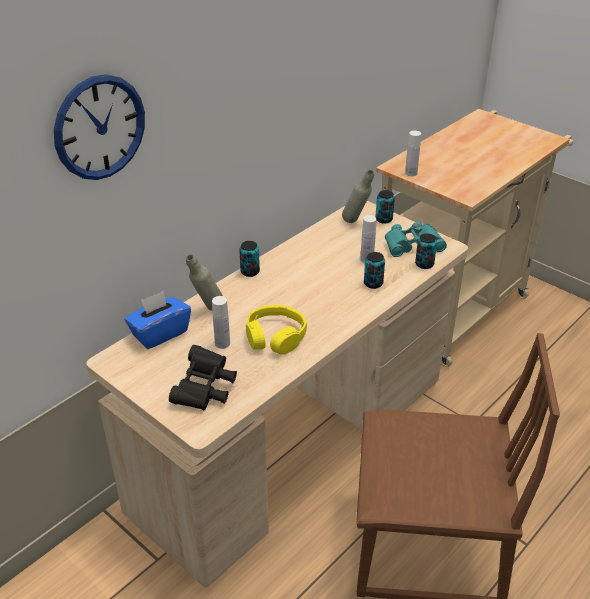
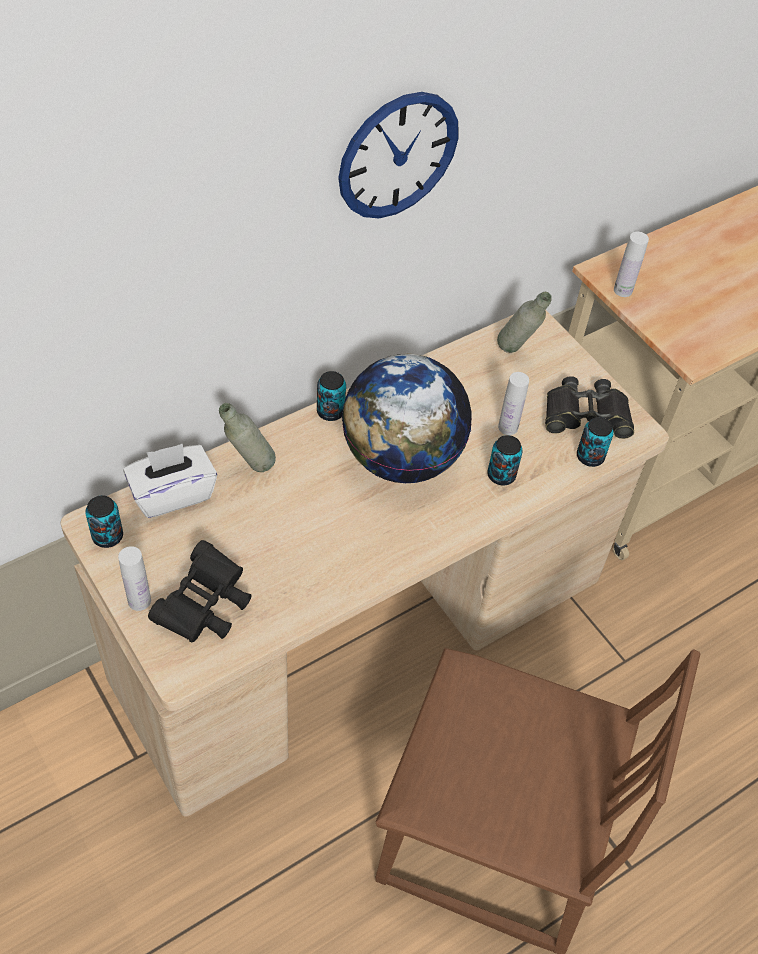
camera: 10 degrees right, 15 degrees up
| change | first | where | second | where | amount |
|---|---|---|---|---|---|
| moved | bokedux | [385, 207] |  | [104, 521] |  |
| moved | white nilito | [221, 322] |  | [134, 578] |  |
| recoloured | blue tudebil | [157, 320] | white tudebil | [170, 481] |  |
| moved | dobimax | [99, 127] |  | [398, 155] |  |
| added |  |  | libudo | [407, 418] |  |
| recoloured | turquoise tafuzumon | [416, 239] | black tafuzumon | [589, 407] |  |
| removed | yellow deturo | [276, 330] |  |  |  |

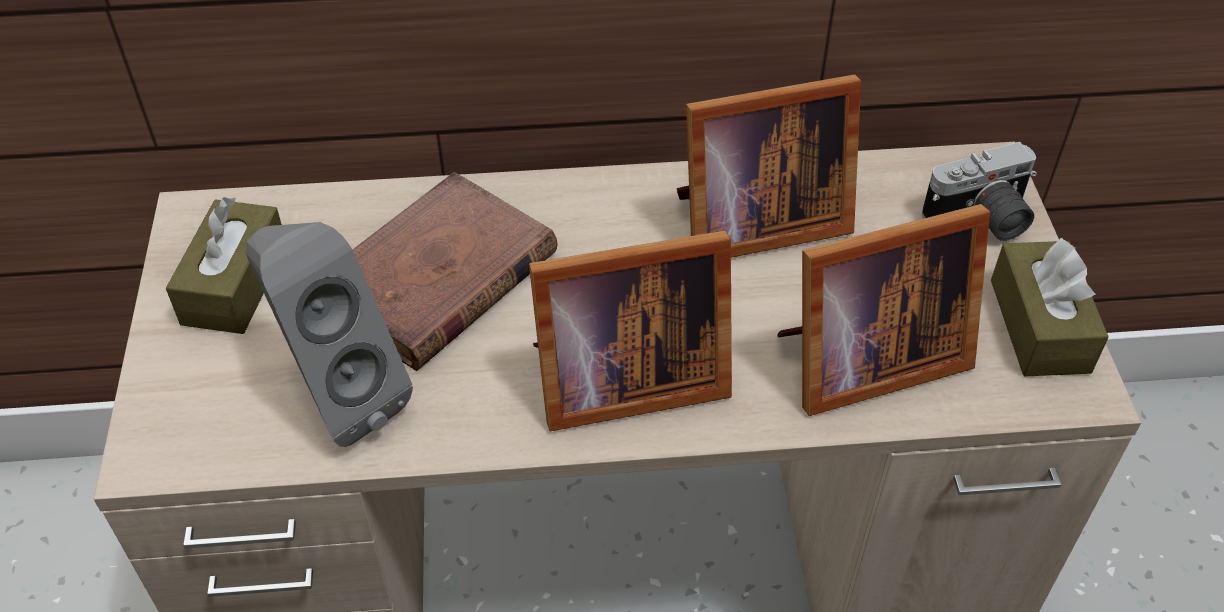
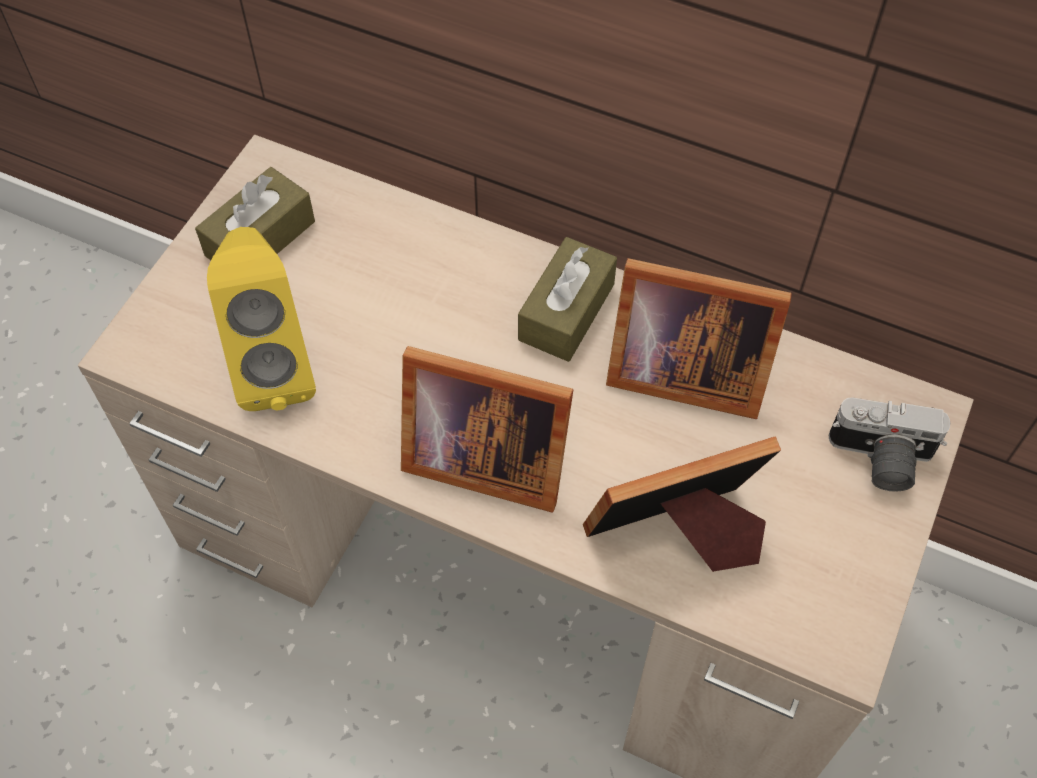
camera: 30 degrees right, 10 degrees up
| change | first | where | second | where | amount |
|---|---|---|---|---|---|
| recoloured | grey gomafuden | [329, 334] | yellow gomafuden | [261, 319] |  |
| moved | brown tudebil | [1050, 307] |  | [567, 299] |  |
| turned | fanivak | [883, 310] |  | [682, 504] | 150 degrees clockwise |
| removed | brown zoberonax | [455, 271] |  |  |  |

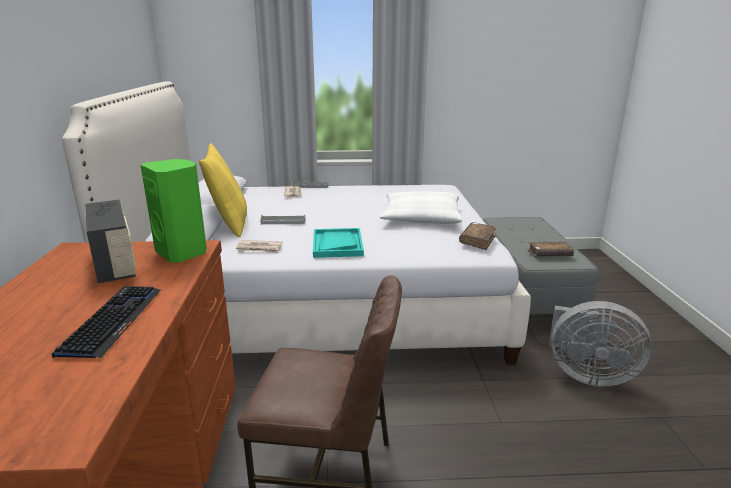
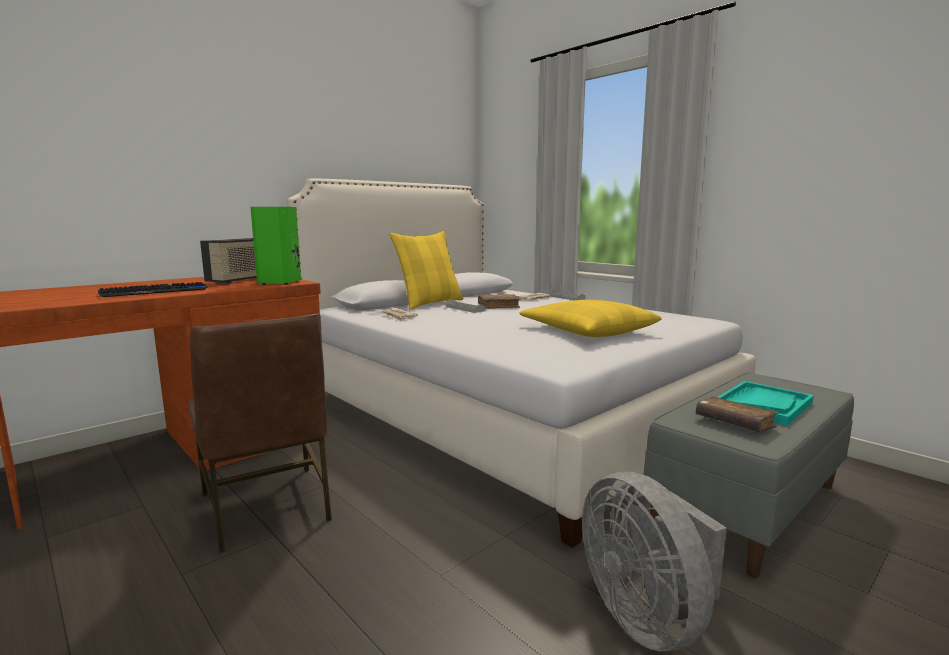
camera: 50 degrees right, 10 degrees down
| change | first | where | second | where | amount |
|---|---|---|---|---|---|
| moved | brown zoberonax | [478, 236] |  | [499, 301] |  |
| recoloured | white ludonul | [421, 207] | yellow ludonul | [590, 318] |  |
| moved | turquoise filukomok | [338, 243] |  | [766, 403] |  |

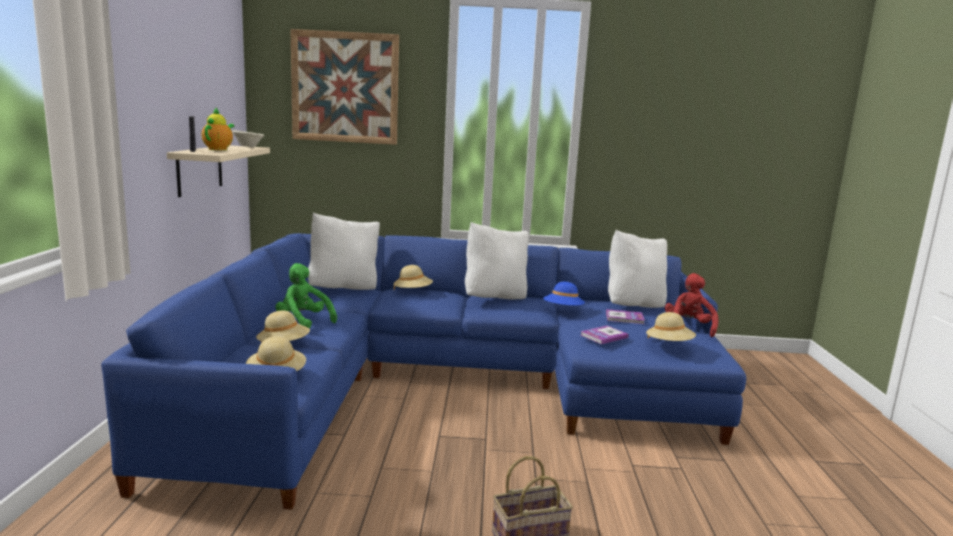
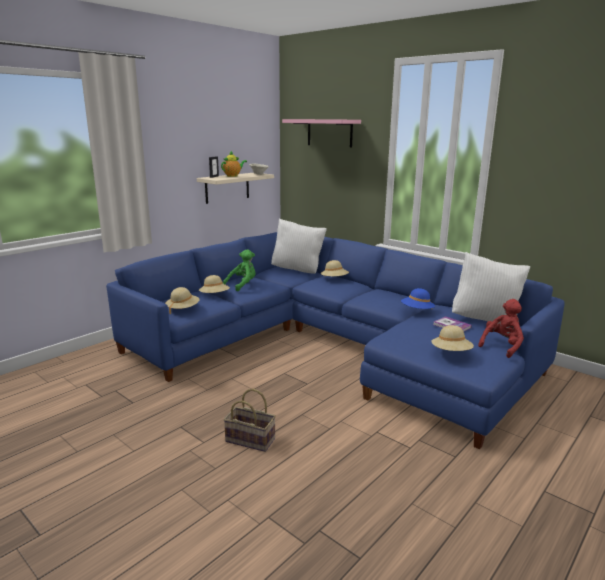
camera: 40 degrees right, 5 degrees up
| change | first | where | second | where | amount |
|---|---|---|---|---|---|
| turned | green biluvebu | [306, 296] |  | [239, 270] | 60 degrees clockwise |
| replaced | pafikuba | [344, 87] | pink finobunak | [321, 133] |  |
| removed | white ludonul | [497, 260] |  |  |  |
| removed | zoberonax | [605, 335] |  |  |  |

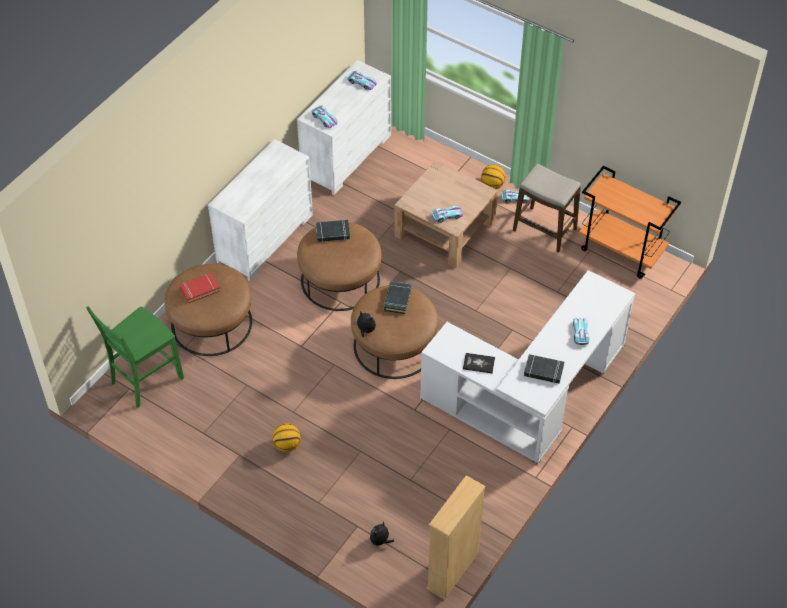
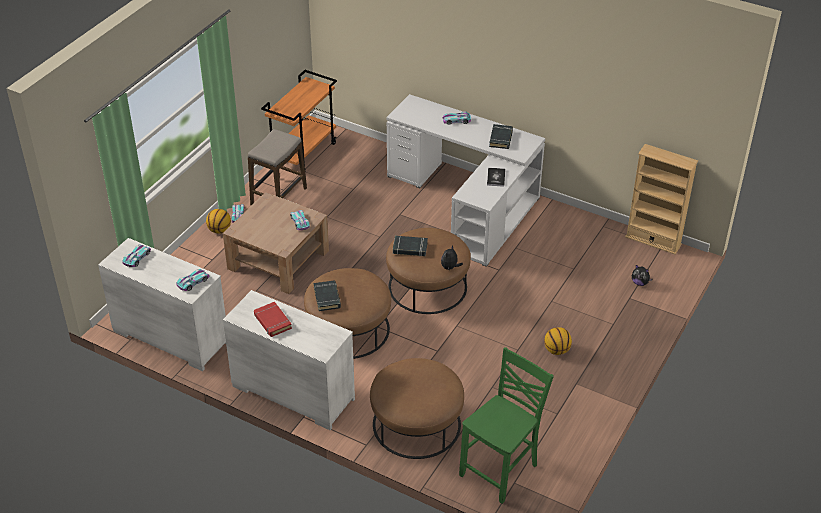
camera: 95 degrees left, 10 degrees down
| change | first | where | second | where | amount |
|---|---|---|---|---|---|
| moved | red zoberonax | [200, 288] |  | [273, 319] |  |
| turned | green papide | [135, 357] |  | [506, 425] | 90 degrees counterclockwise |

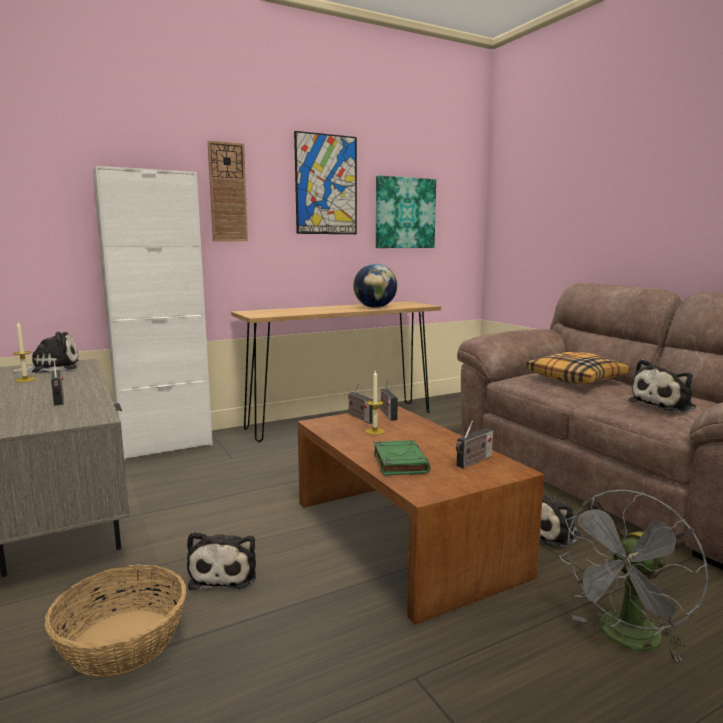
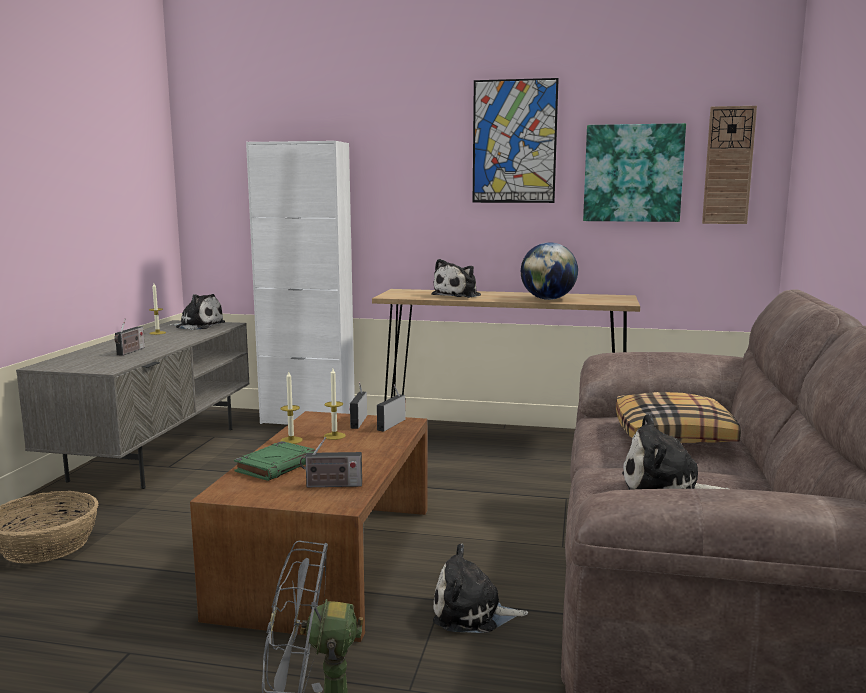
camera: 40 degrees right, 0 degrees up
| change | first | where | second | where | amount |
|---|---|---|---|---|---|
| added |  |  | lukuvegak | [291, 408] |  |
| moved | biluvebu | [221, 561] |  | [456, 278] |  |
| moved | dobimax | [228, 191] |  | [729, 165] |  |

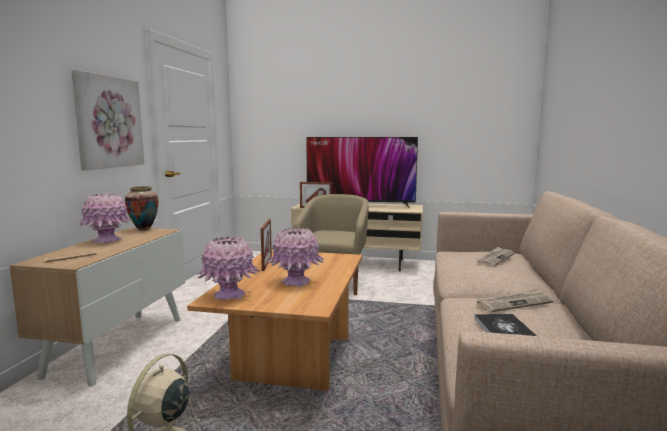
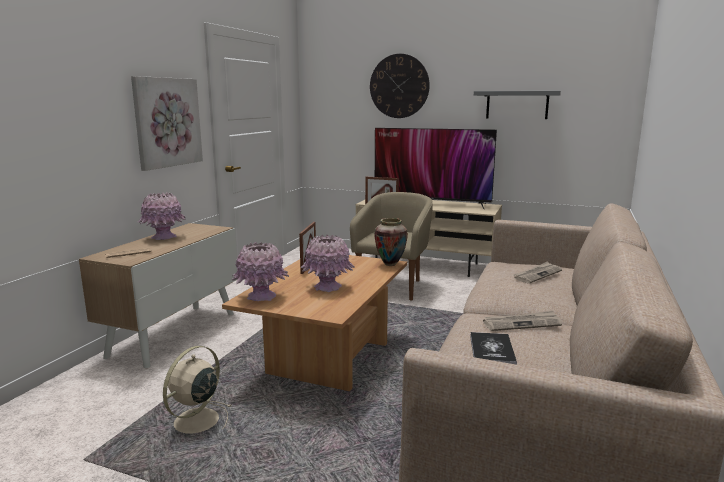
camera: 10 degrees right, 5 degrees up
| change | first | where | second | where | amount |
|---|---|---|---|---|---|
| added |  |  | dobimax | [400, 86] |  |
| moved | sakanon | [141, 208] |  | [391, 242] |  |
| added |  |  | grey finobunak | [517, 105] |  |

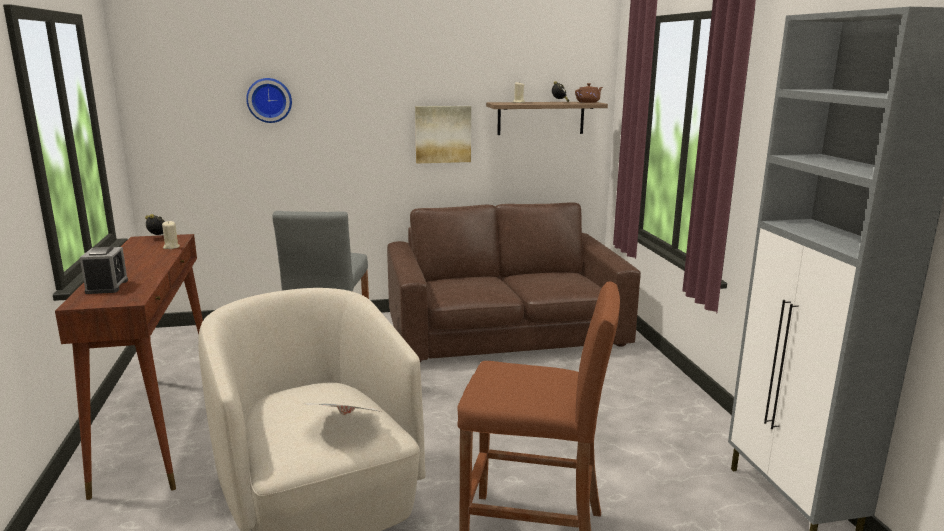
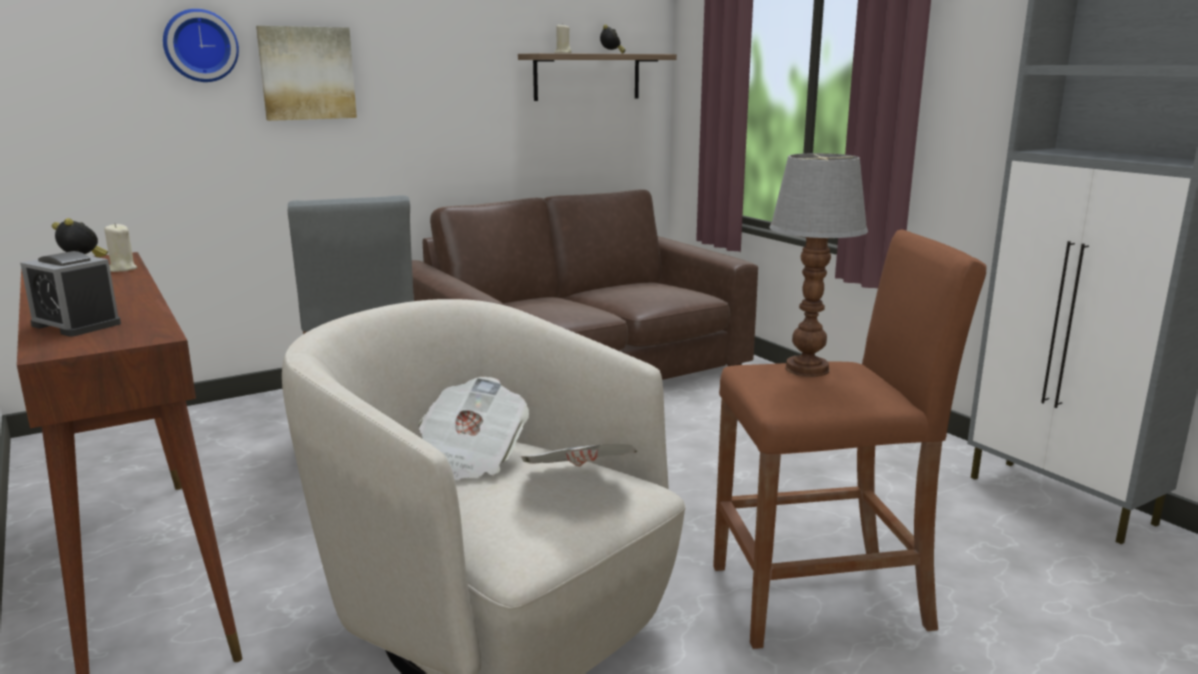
camera: 20 degrees left, 0 degrees up
| change | first | where | second | where | amount |
|---|---|---|---|---|---|
| turned | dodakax | [104, 270] |  | [70, 294] | 150 degrees clockwise |
| moved | pafikuba | [443, 134] |  | [306, 73] |  |
| added |  |  | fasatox | [473, 428] |  |
| added |  |  | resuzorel | [819, 265] |  |
| removed | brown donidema | [589, 93] |  |  |  |

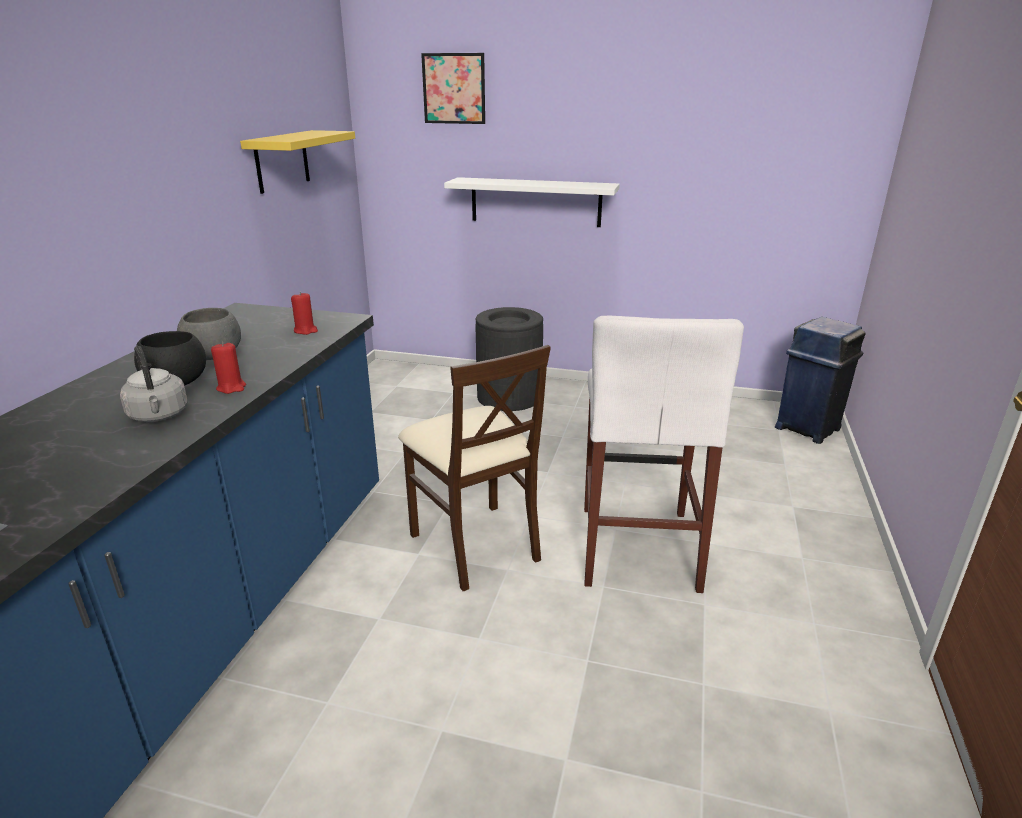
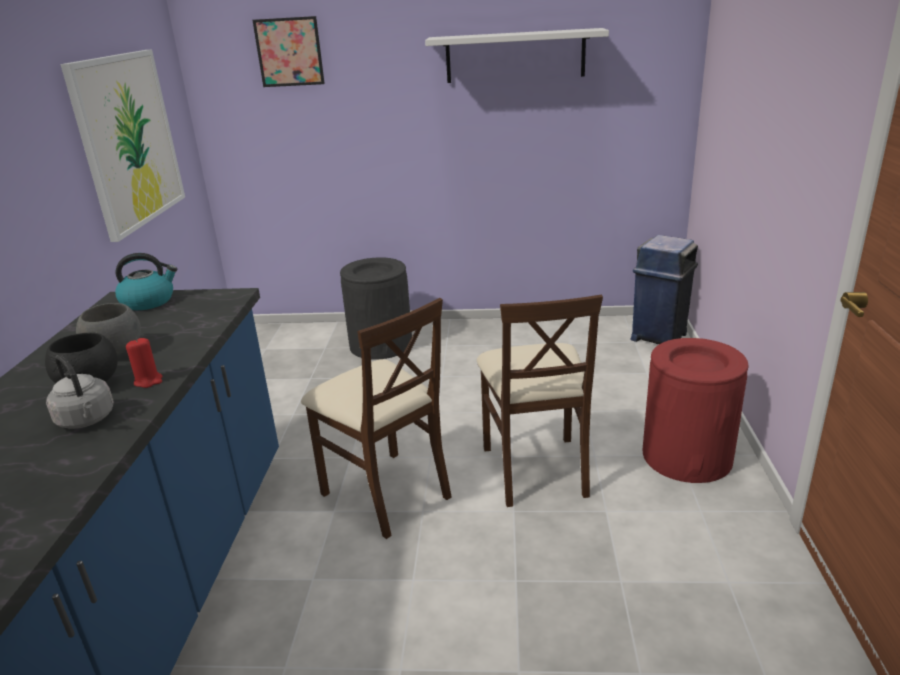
camera: 10 degrees left, 0 degrees up
| change | first | where | second | where | amount |
|---|---|---|---|---|---|
| replaced | yellow finobunak | [297, 162] | pafikuba | [122, 146] |  |
| added |  |  | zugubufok | [146, 281] |  |
| moved | white finobunak | [532, 202] |  | [517, 55] |  |
| replaced | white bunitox | [664, 454] | beige papide | [540, 401] |  |
| added |  |  | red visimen | [696, 410] |  |
| removed | red lukuvegak | [304, 313] |  |  |  |

